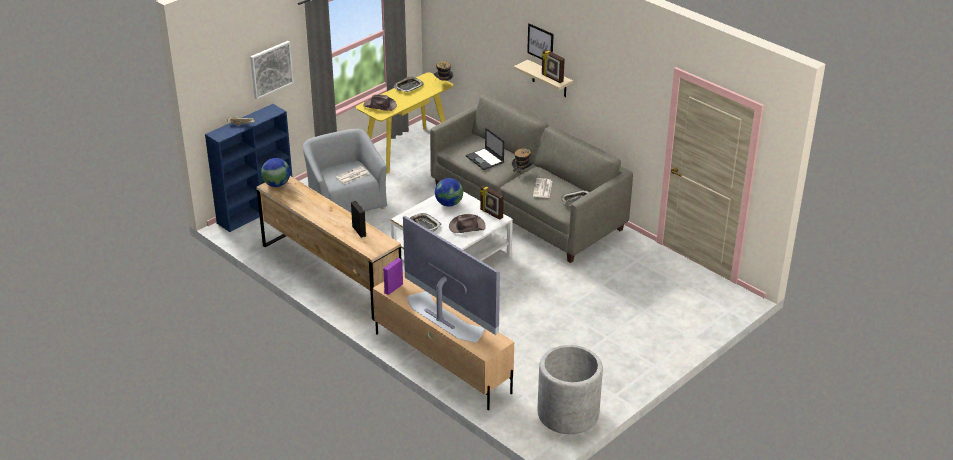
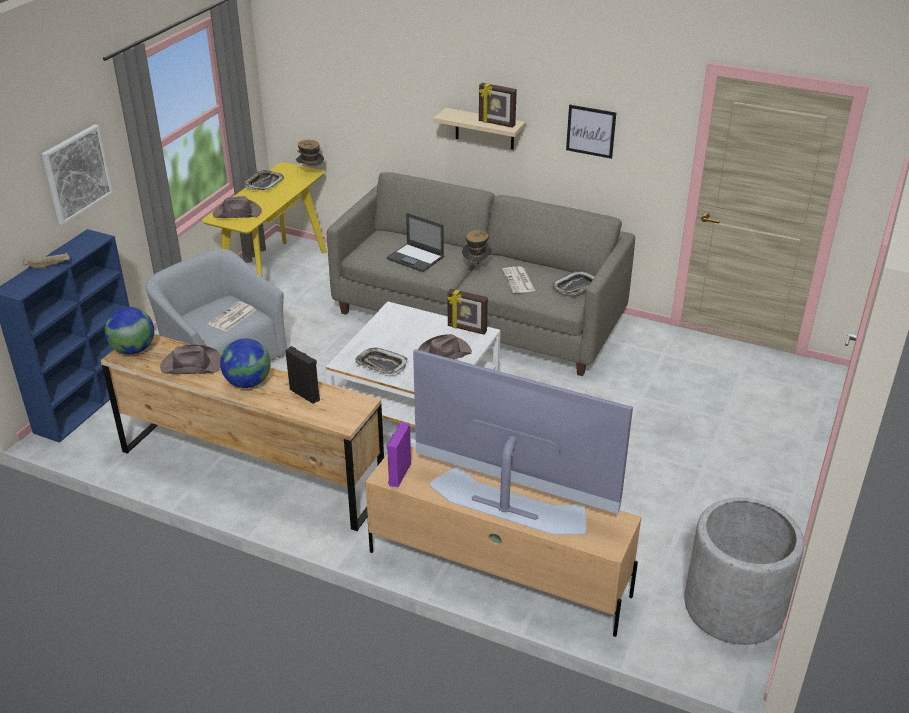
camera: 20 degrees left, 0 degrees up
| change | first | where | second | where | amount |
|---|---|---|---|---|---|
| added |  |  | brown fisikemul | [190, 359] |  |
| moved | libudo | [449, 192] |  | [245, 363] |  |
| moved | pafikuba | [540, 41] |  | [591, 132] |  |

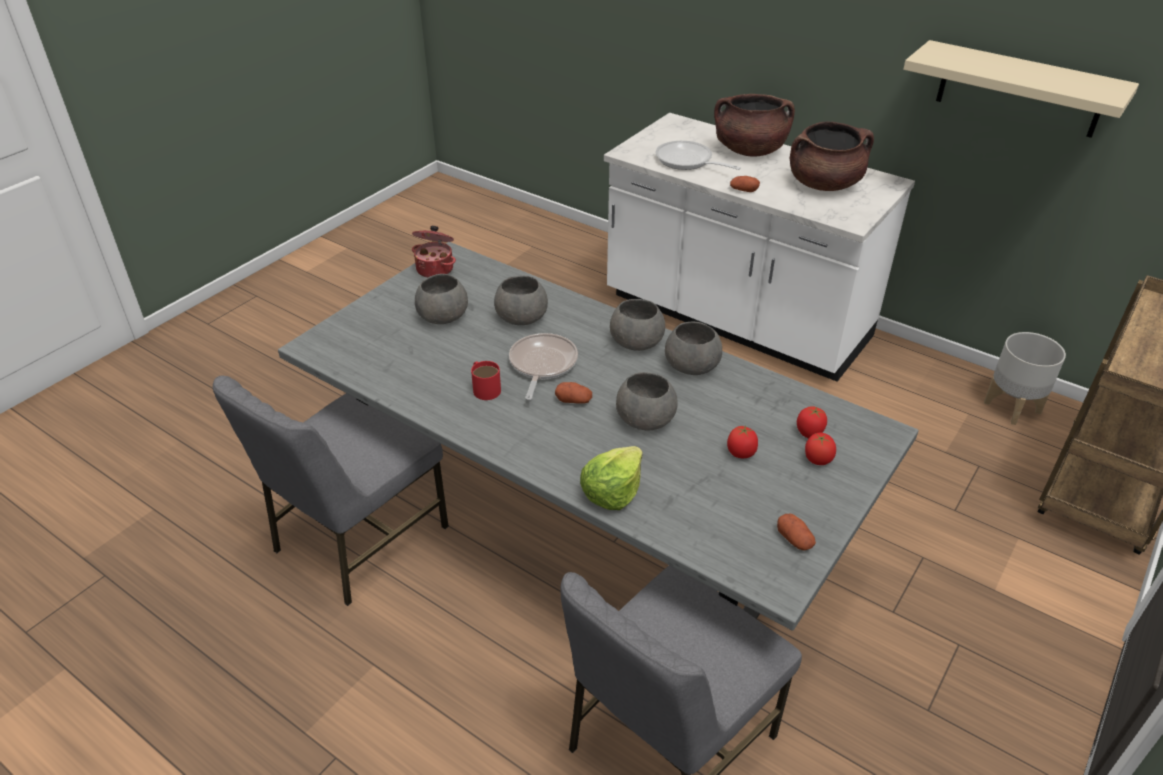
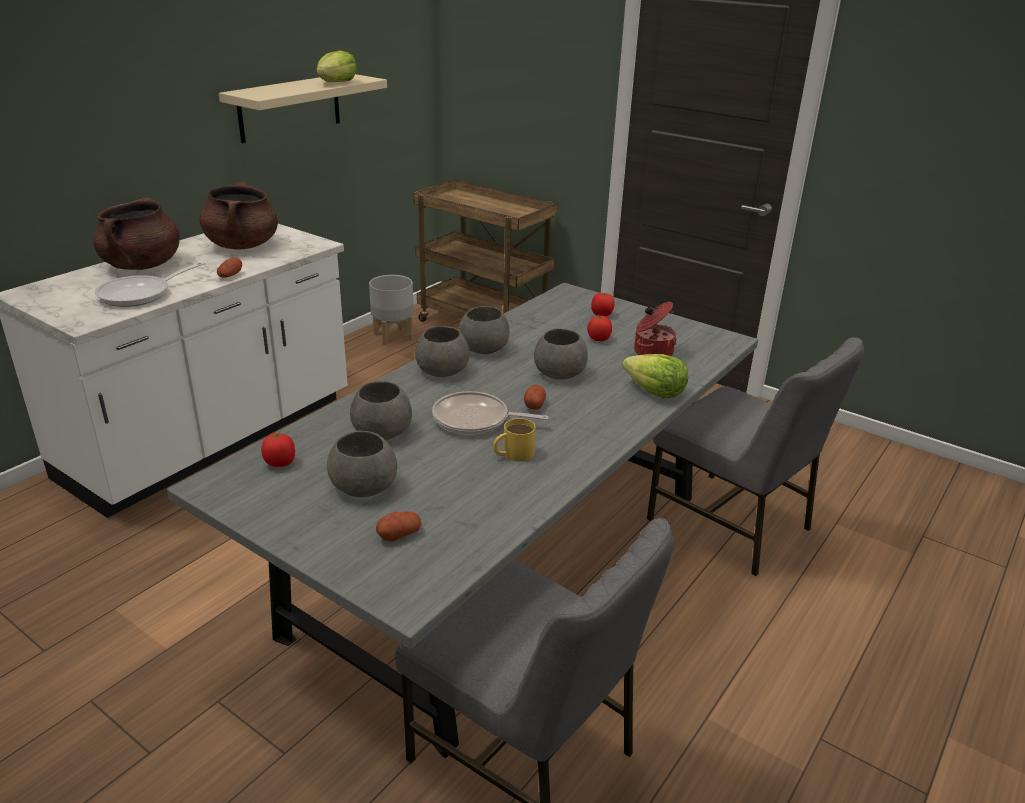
camera: 90 degrees left, 10 degrees down
| change | first | where | second | where | amount |
|---|---|---|---|---|---|
| moved | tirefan | [812, 422] |  | [278, 449] |  |
| added |  |  | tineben | [337, 66] |  |
| moved | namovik | [796, 532] |  | [399, 526] |  |
| recoloured | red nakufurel | [486, 380] | yellow nakufurel | [514, 439] |  |
| moved | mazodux | [434, 252] |  | [655, 329] |  |

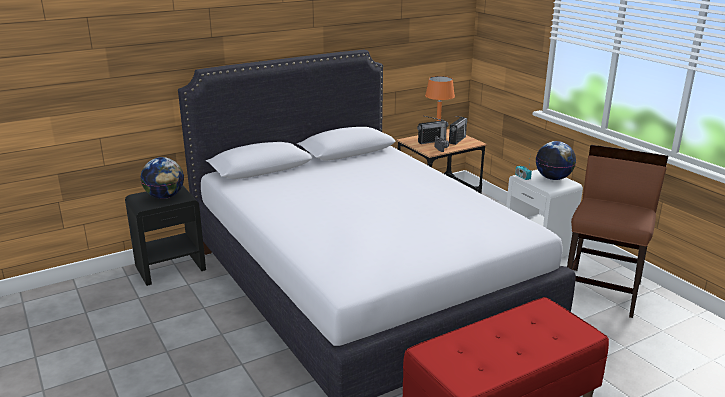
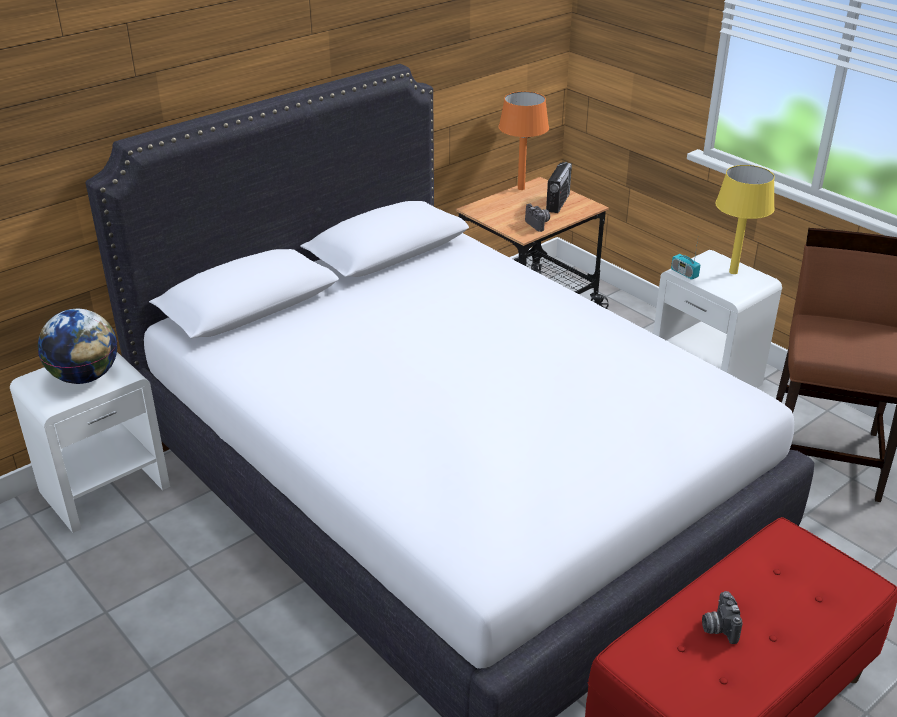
camera: 10 degrees left, 10 degrees up
| change | first | where | second | where | amount |
|---|---|---|---|---|---|
| recoloured | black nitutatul | [165, 236] | white nitutatul | [90, 442] |  |
| added |  |  | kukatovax | [722, 617] |  |
| replaced | libudo | [556, 160] | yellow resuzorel | [745, 219] |  |
| removed | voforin | [432, 130] |  |  |  |

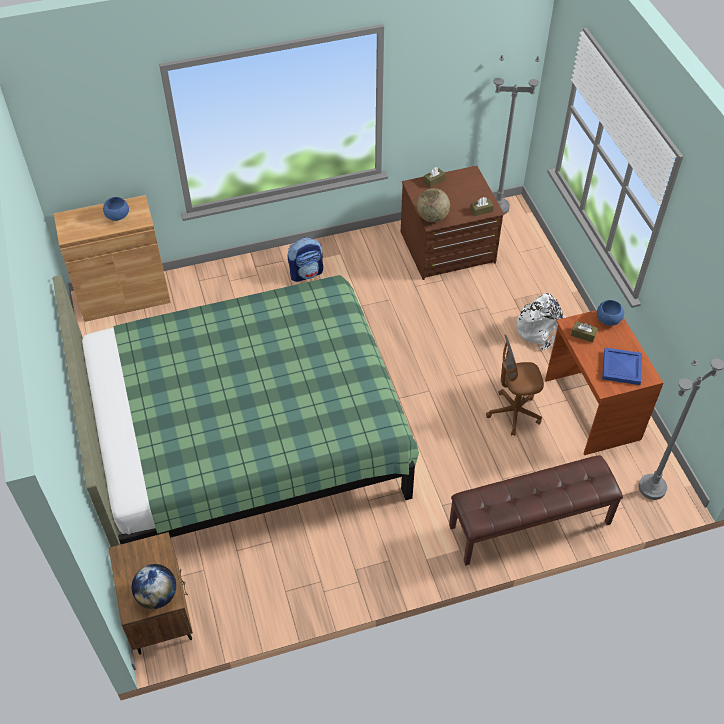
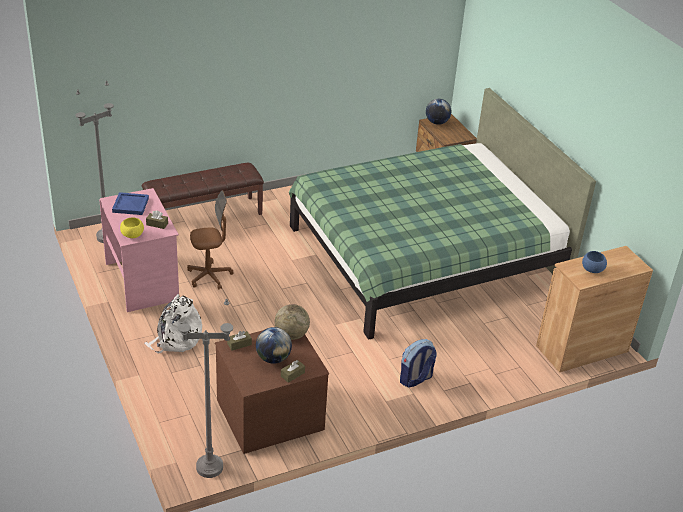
camera: 170 degrees right, 15 degrees down
| change | first | where | second | where | amount |
|---|---|---|---|---|---|
| recoloured | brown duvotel | [604, 382] | pink duvotel | [139, 250] |  |
| recoloured | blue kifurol | [610, 313] | yellow kifurol | [132, 227] |  |
| added |  |  | libudo | [274, 345] |  |

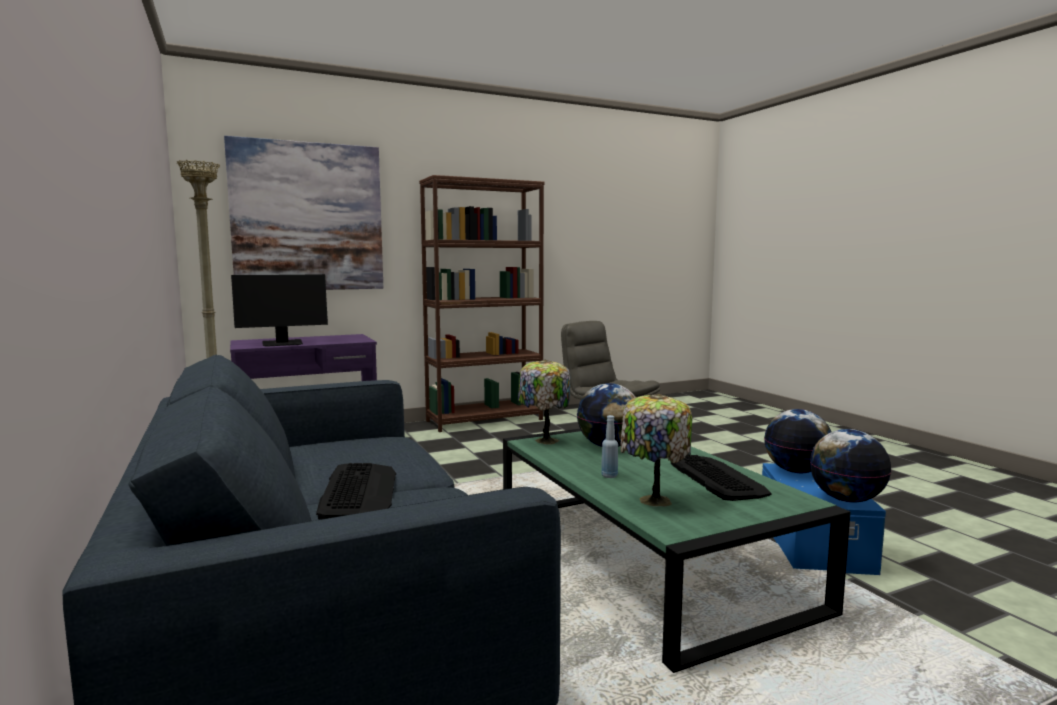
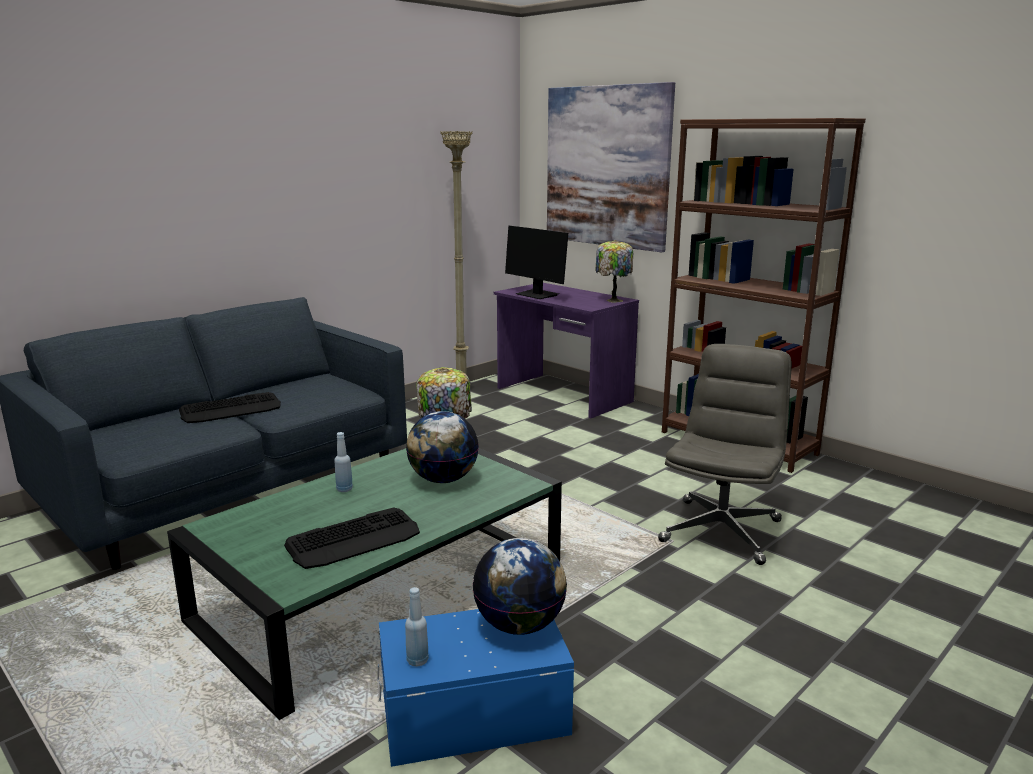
camera: 70 degrees right, 10 degrees up
| change | first | where | second | where | amount |
|---|---|---|---|---|---|
| replaced | libudo | [850, 466] | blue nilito | [417, 627] |  |
| moved | resuzorel | [657, 450] |  | [614, 271] |  |

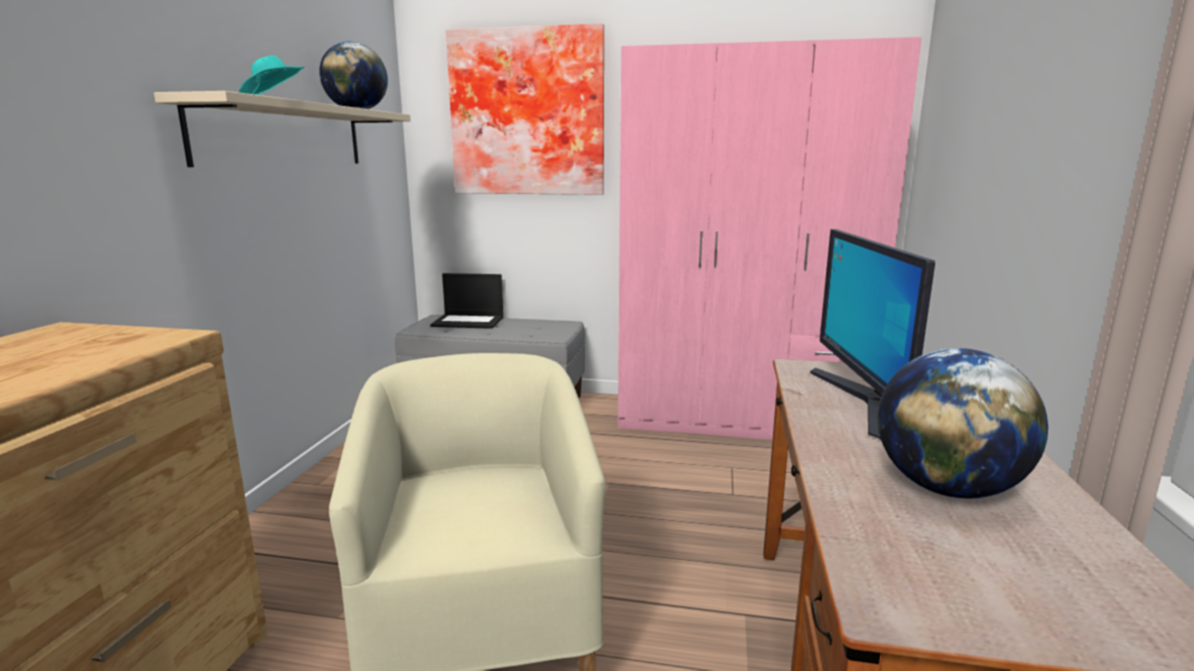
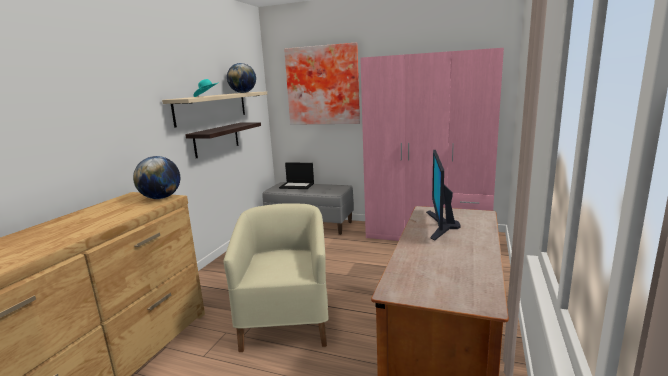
camera: 10 degrees right, 0 degrees up
| change | first | where | second | where | amount |
|---|---|---|---|---|---|
| moved | libudo | [963, 423] |  | [156, 177] |  |
| added |  |  | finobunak | [223, 140] |  |

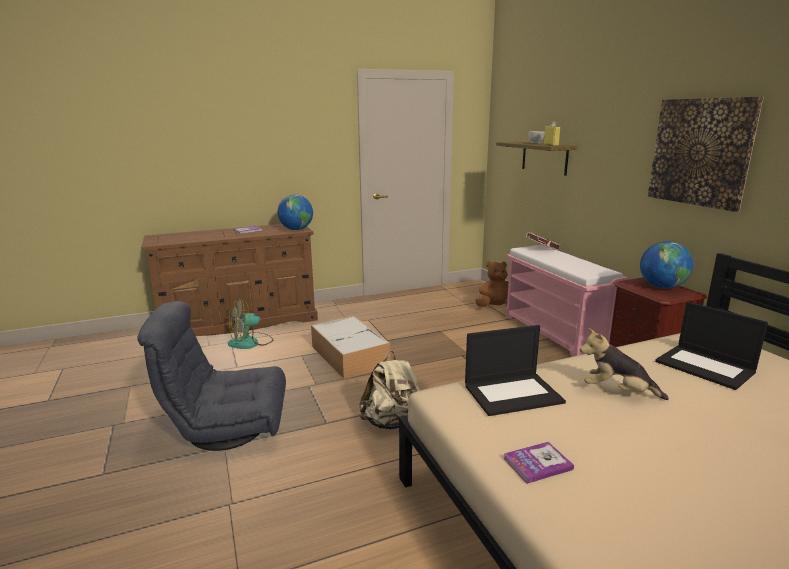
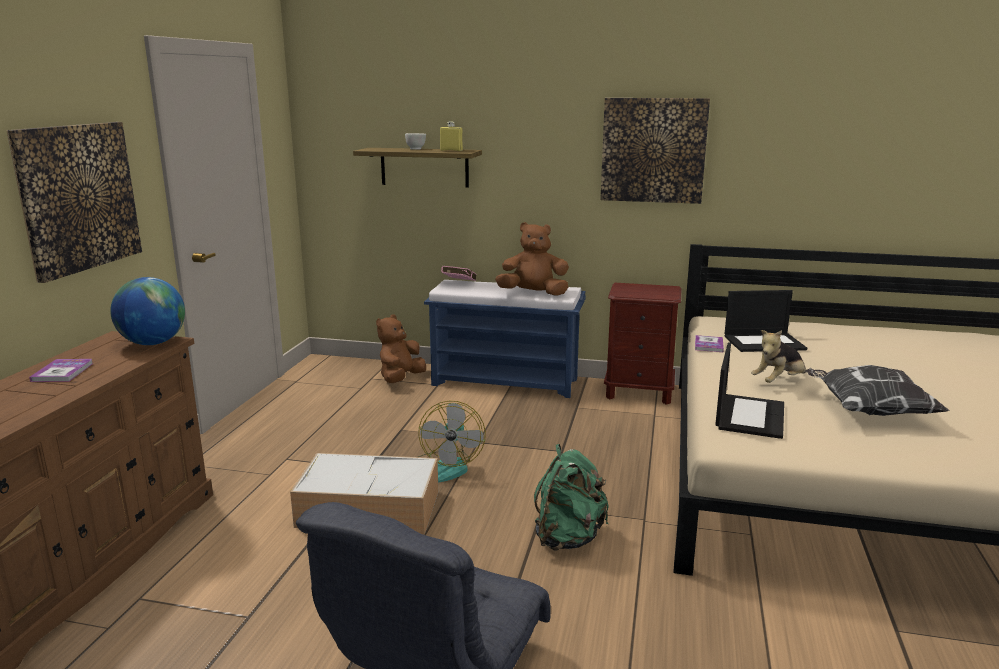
camera: 55 degrees left, 0 degrees up
| change | first | where | second | where | amount |
|---|---|---|---|---|---|
| added |  |  | pafikuba | [74, 202] |  |
| moved | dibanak | [250, 323] |  | [452, 441] |  |
| recoloured | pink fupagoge | [567, 301] | blue fupagoge | [505, 339] |  |
| added |  |  | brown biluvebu | [532, 259] |  |
| recoloured | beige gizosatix | [389, 390] | green gizosatix | [571, 497] |  |
| moved | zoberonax | [538, 463] |  | [709, 343] |  |
| added |  |  | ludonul | [878, 390] |  |
| removed | libudo | [666, 265] |  |  |  |

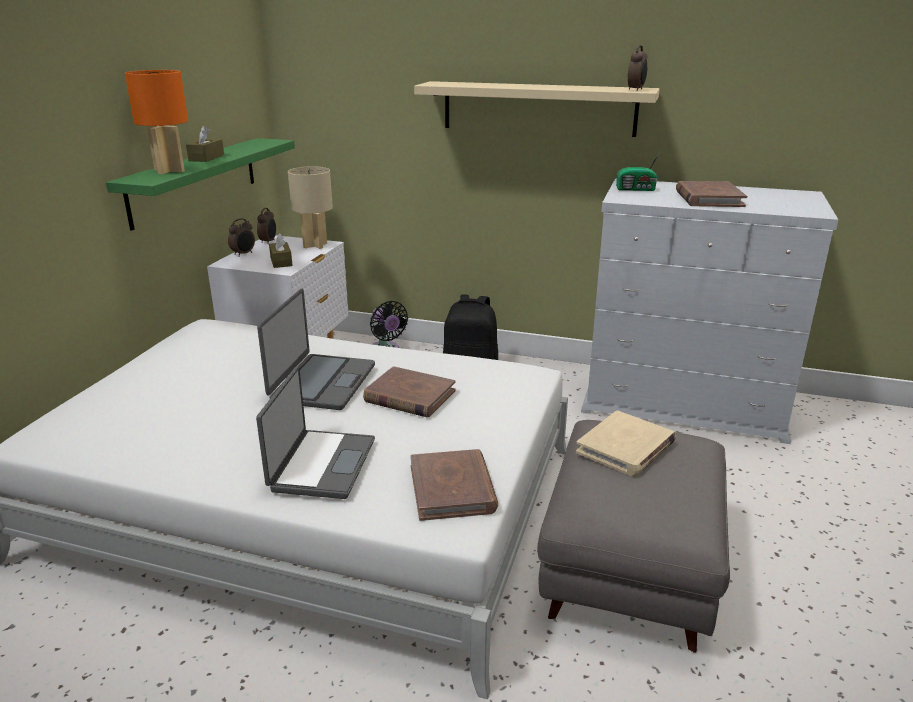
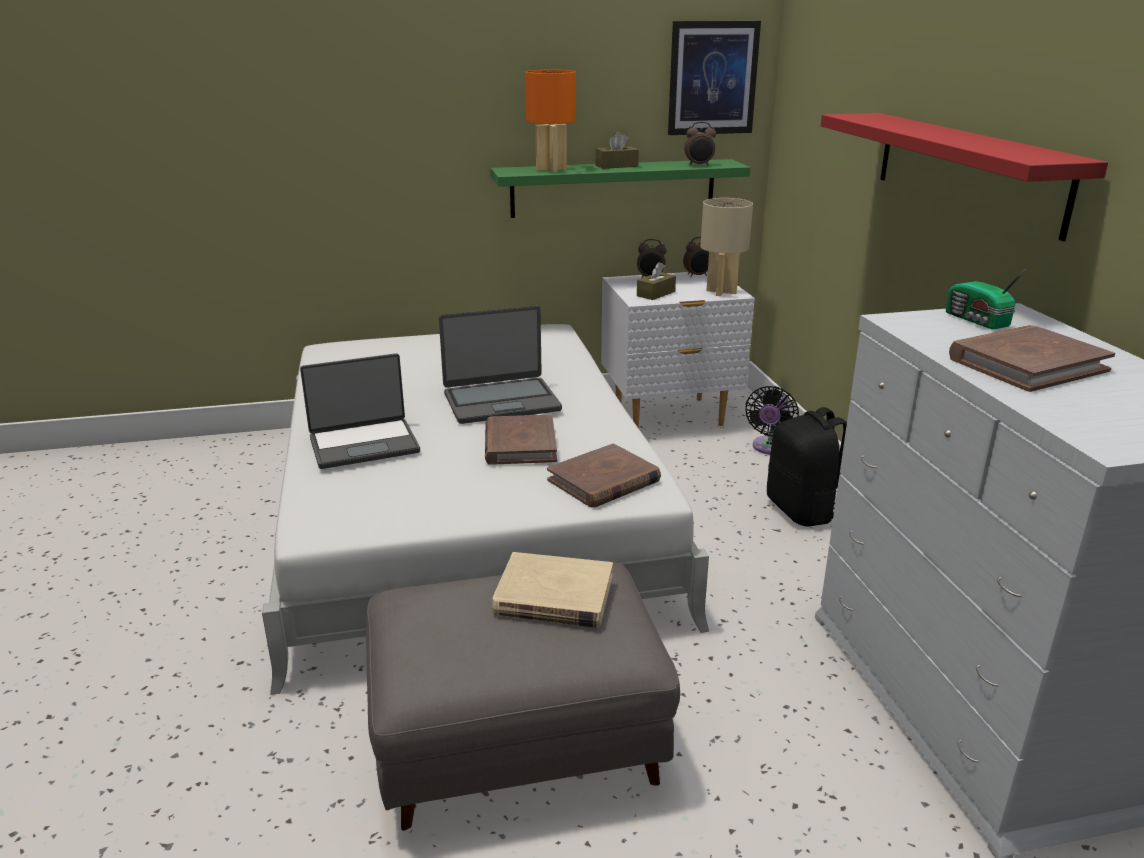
camera: 60 degrees right, 0 degrees up
| change | first | where | second | where | amount |
|---|---|---|---|---|---|
| moved | brown zoberonax | [454, 485] |  | [604, 475] |  |
| added |  |  | pafikuba | [714, 78] |  |
| moved | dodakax | [637, 68] |  | [700, 144] |  |
| recoloured | beige finobunak | [537, 109] | red finobunak | [964, 177] |  |

